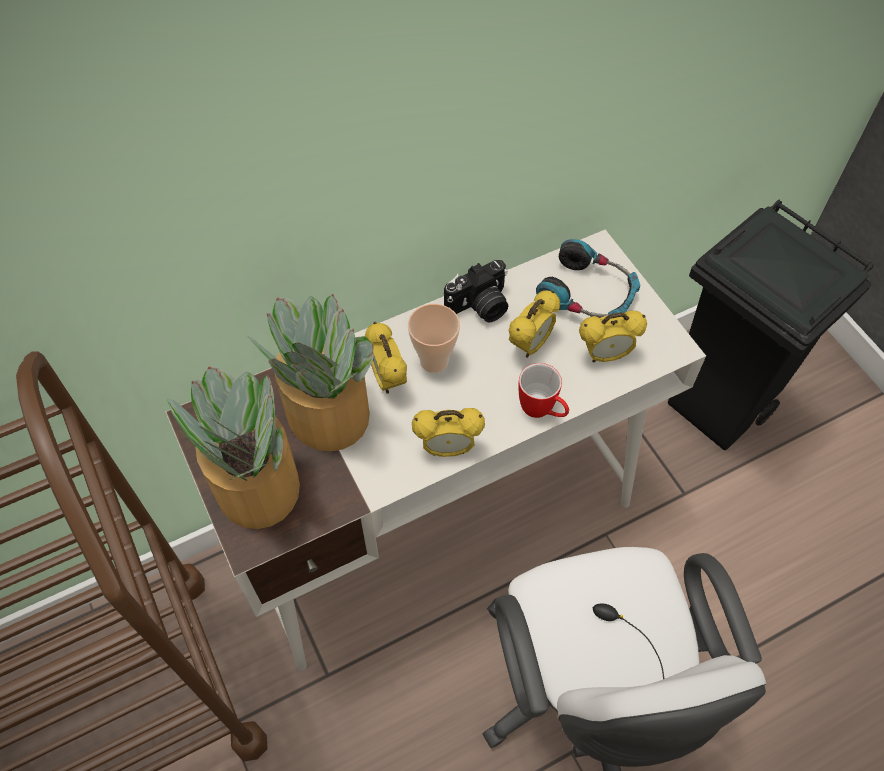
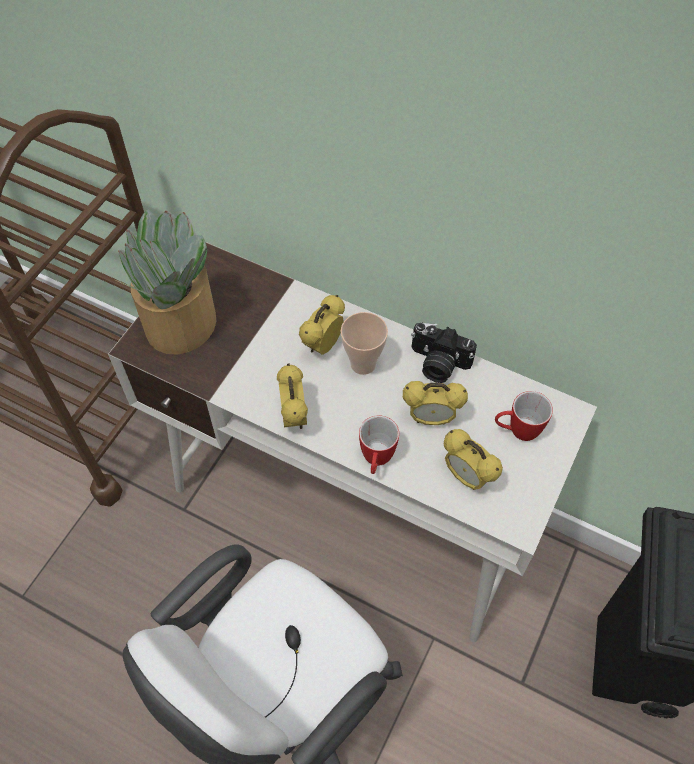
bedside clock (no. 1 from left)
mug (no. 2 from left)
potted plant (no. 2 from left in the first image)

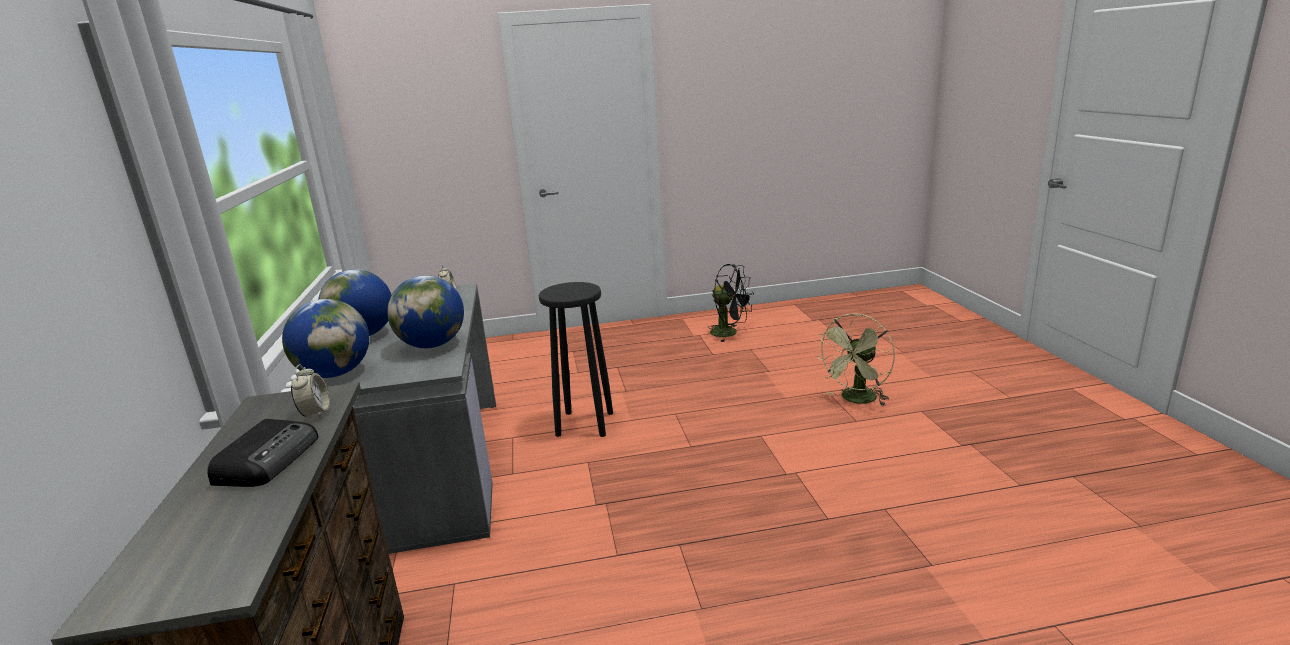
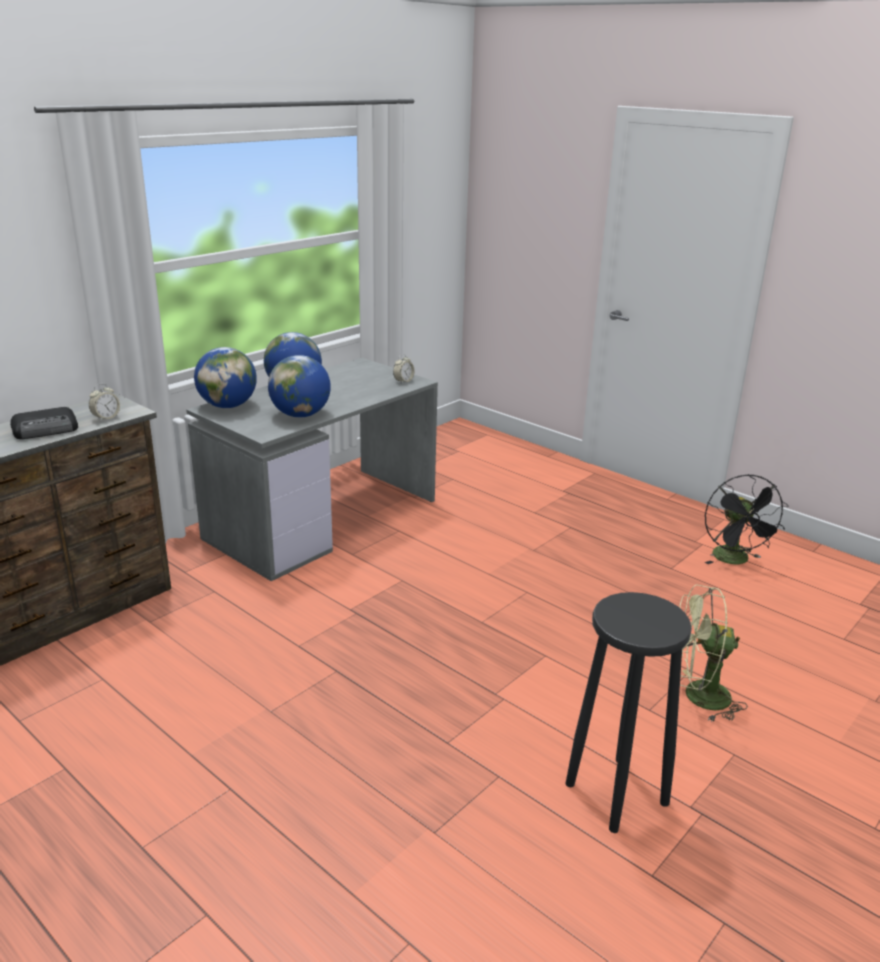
black sitting stool

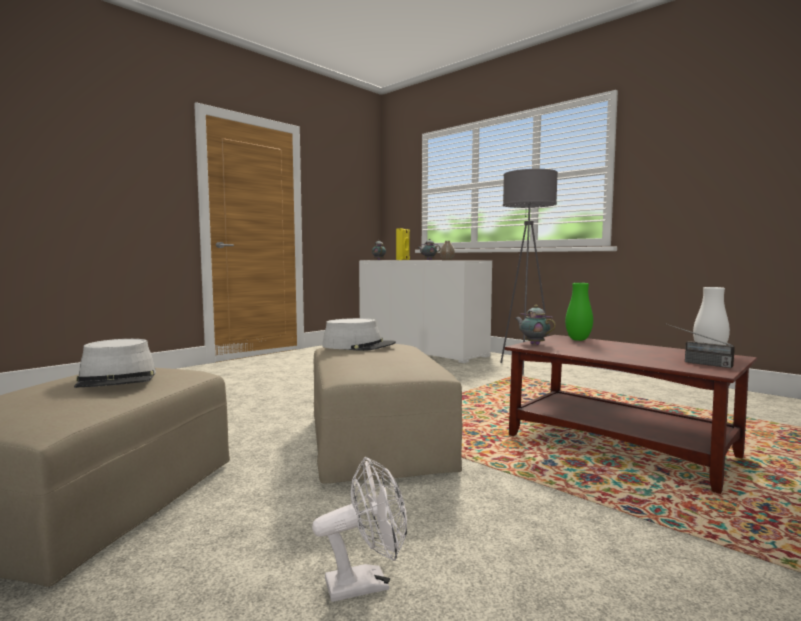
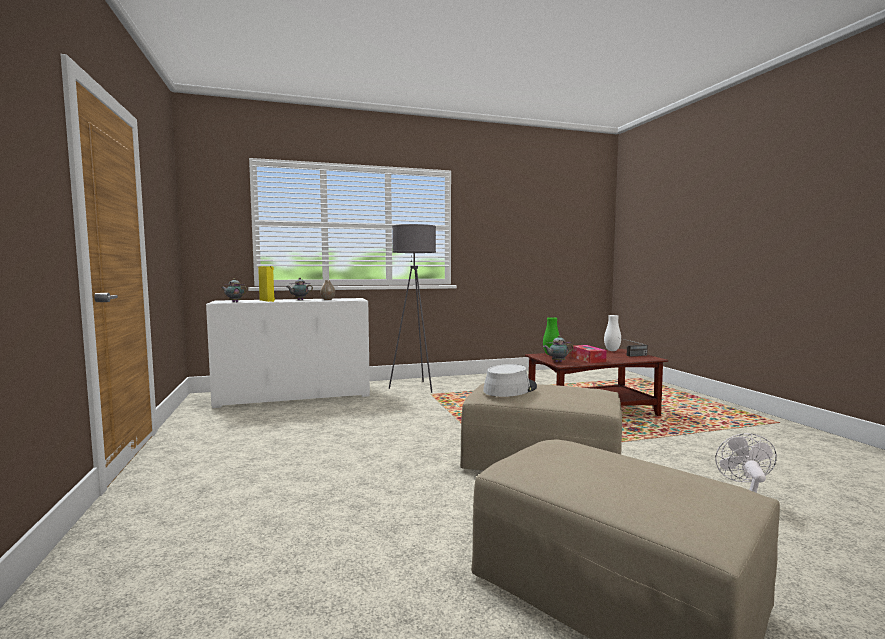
tissue holder
greyish hat (no. 1 from left in the first image)

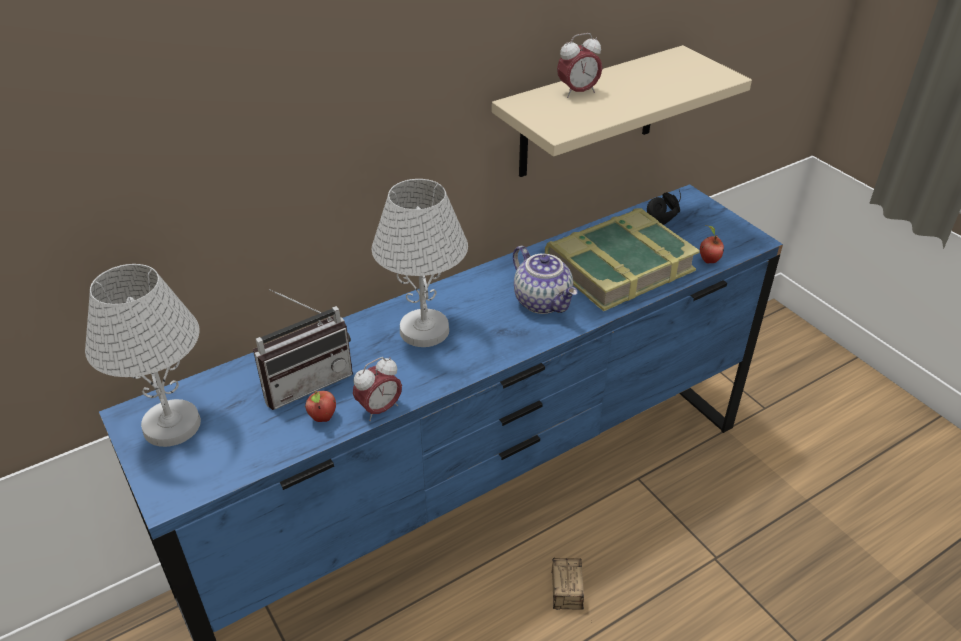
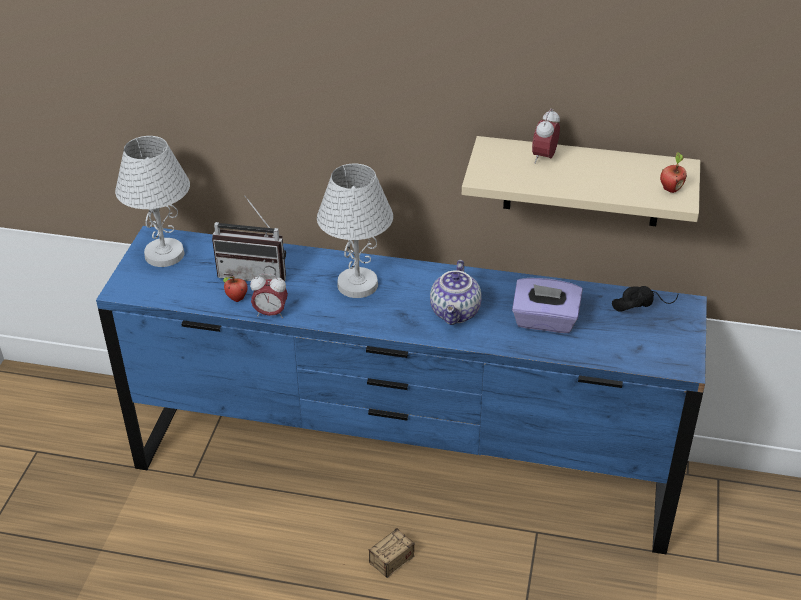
purplish tissue holder
bedside clock (no. 2 from left)
whole apple (no. 2 from left)

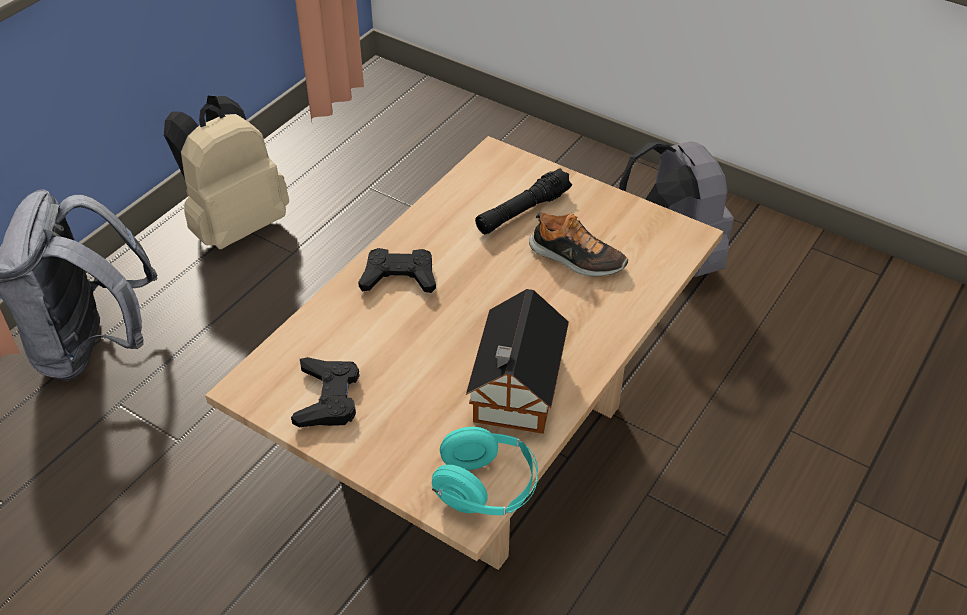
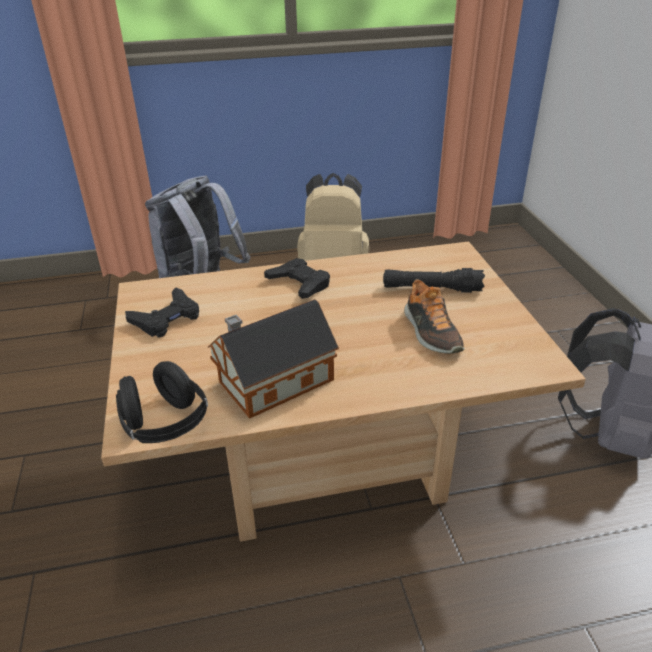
black headset

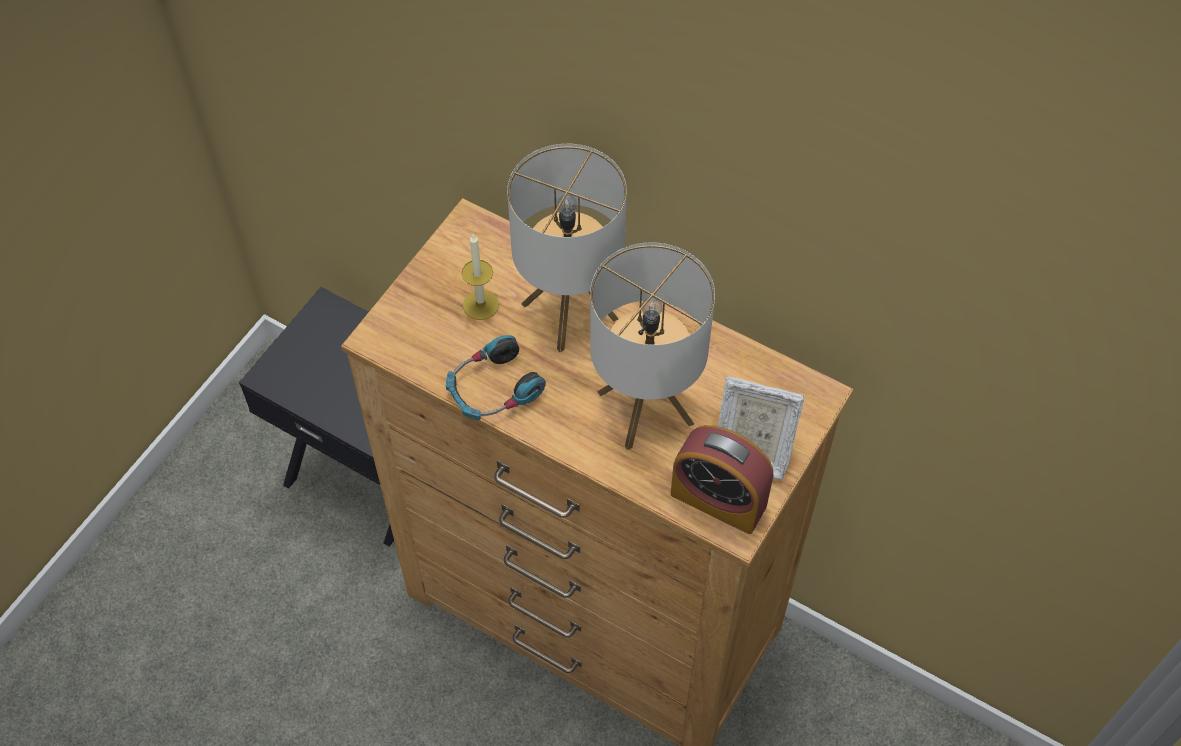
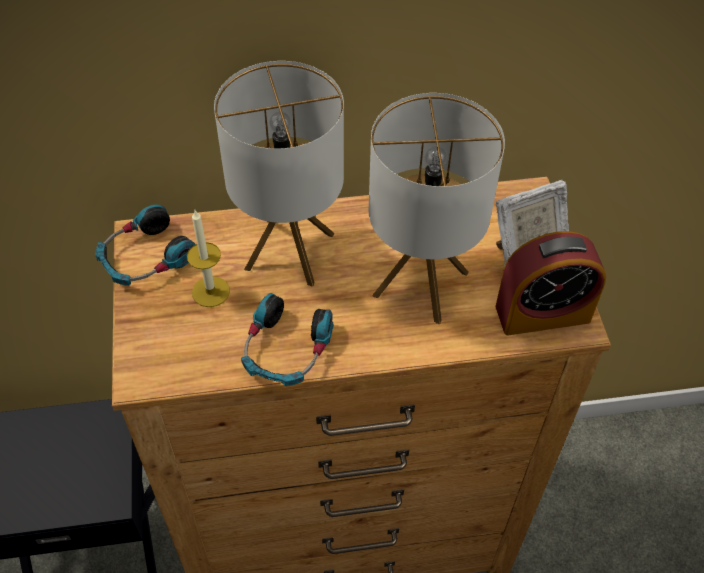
headset (no. 1 from left)

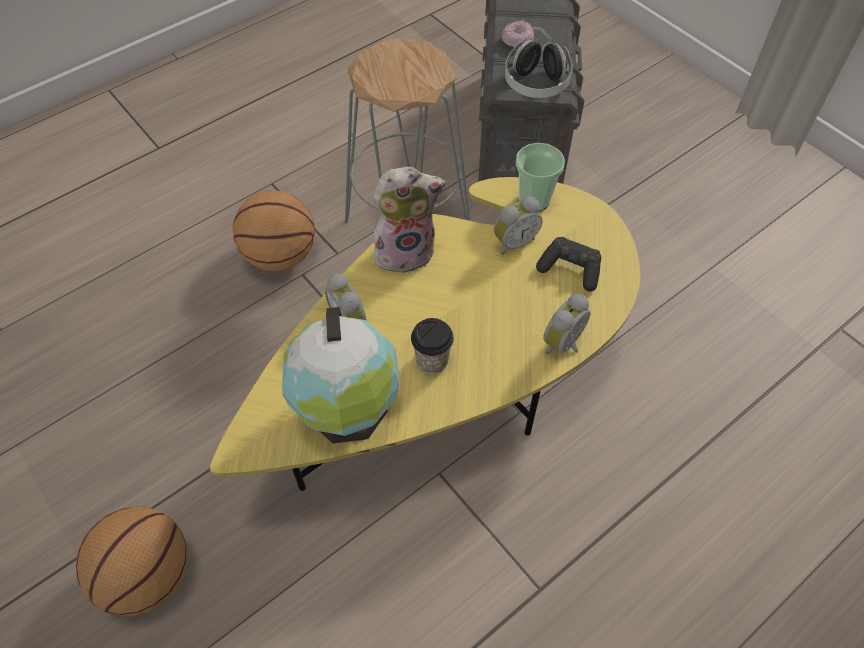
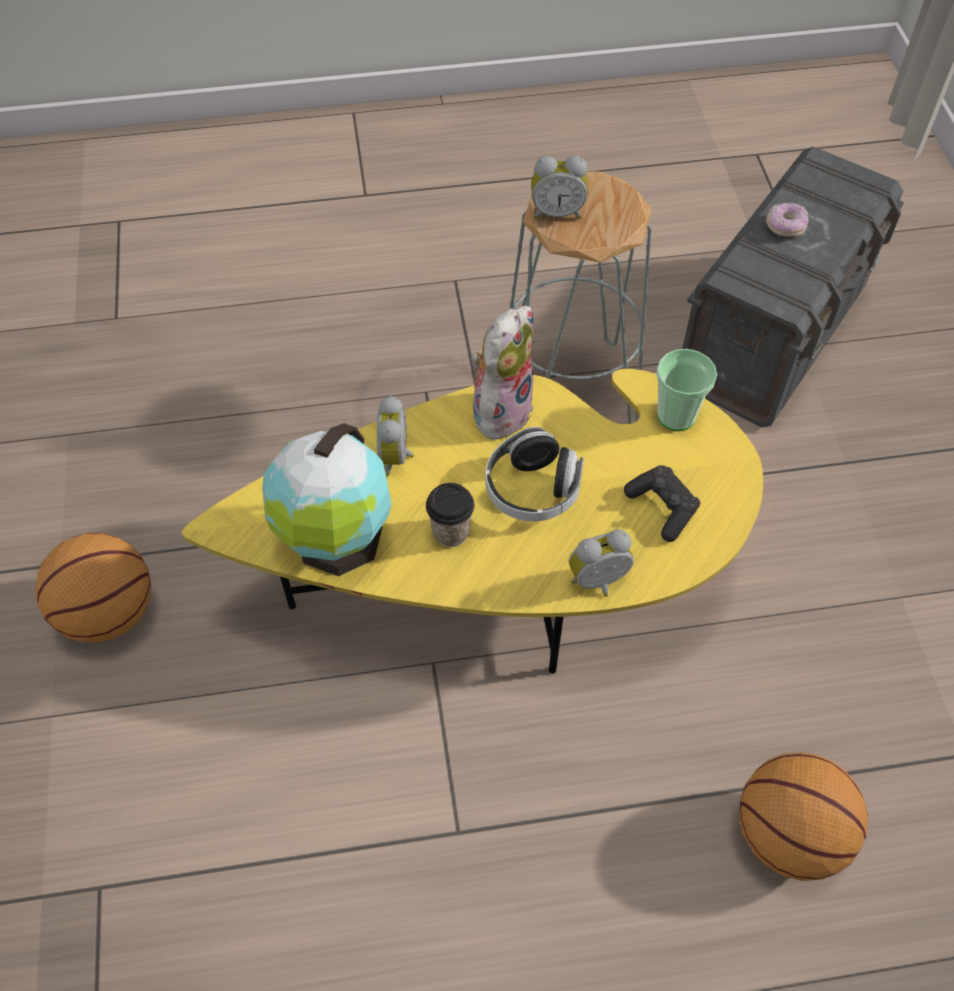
plush toy
headset
bedside clock (no. 2 from left)
basketball (no. 2 from left)

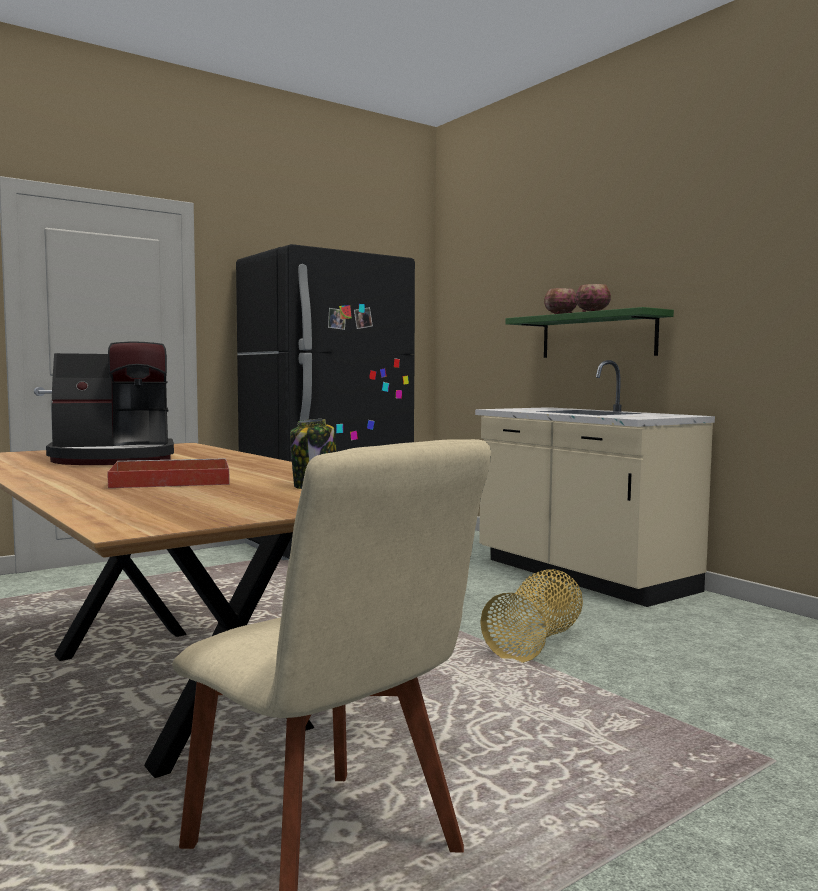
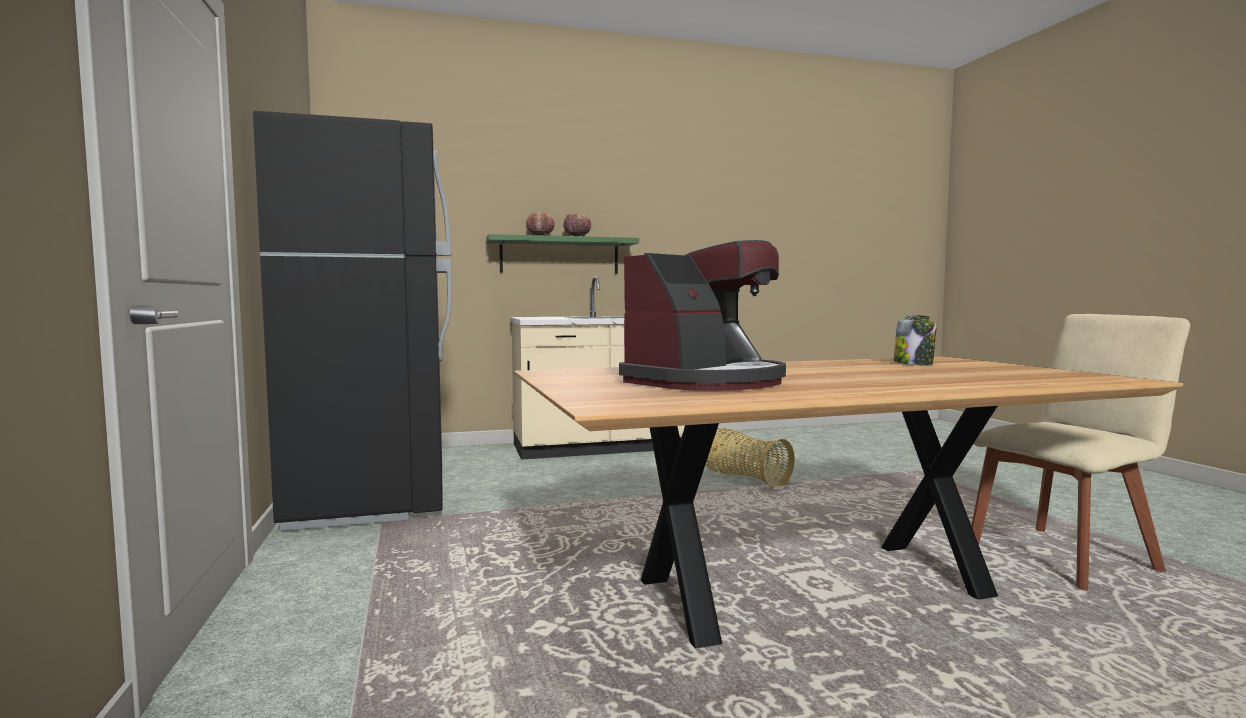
coffee maker
reddish carrying tray

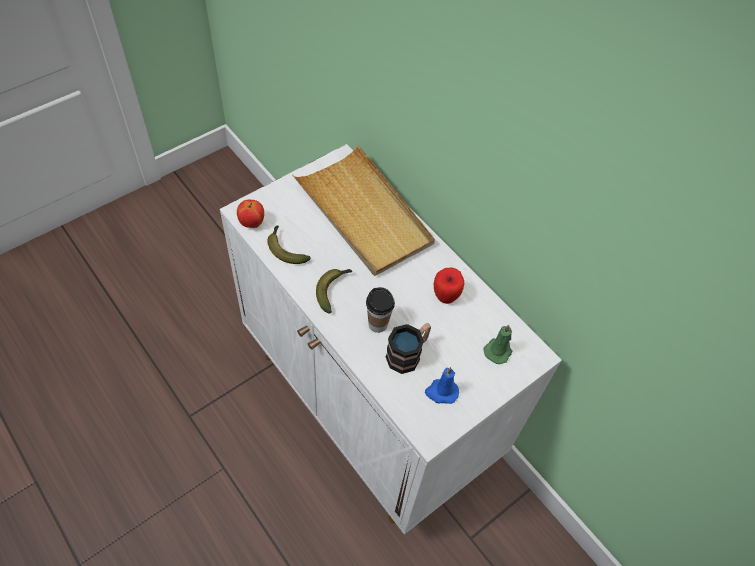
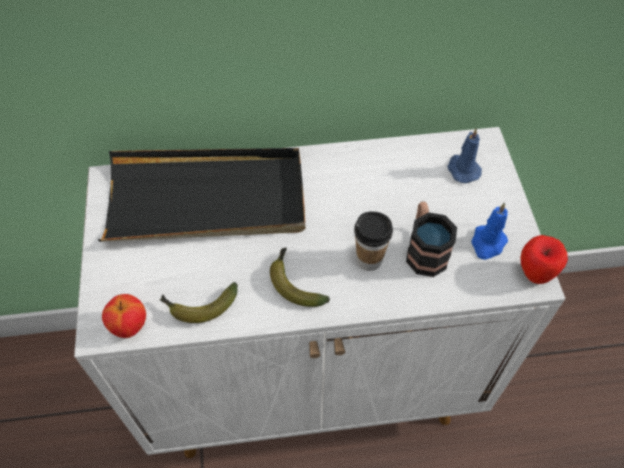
black carrying tray
bluish candle (no. 1 from left)
whole apple (no. 2 from left)

